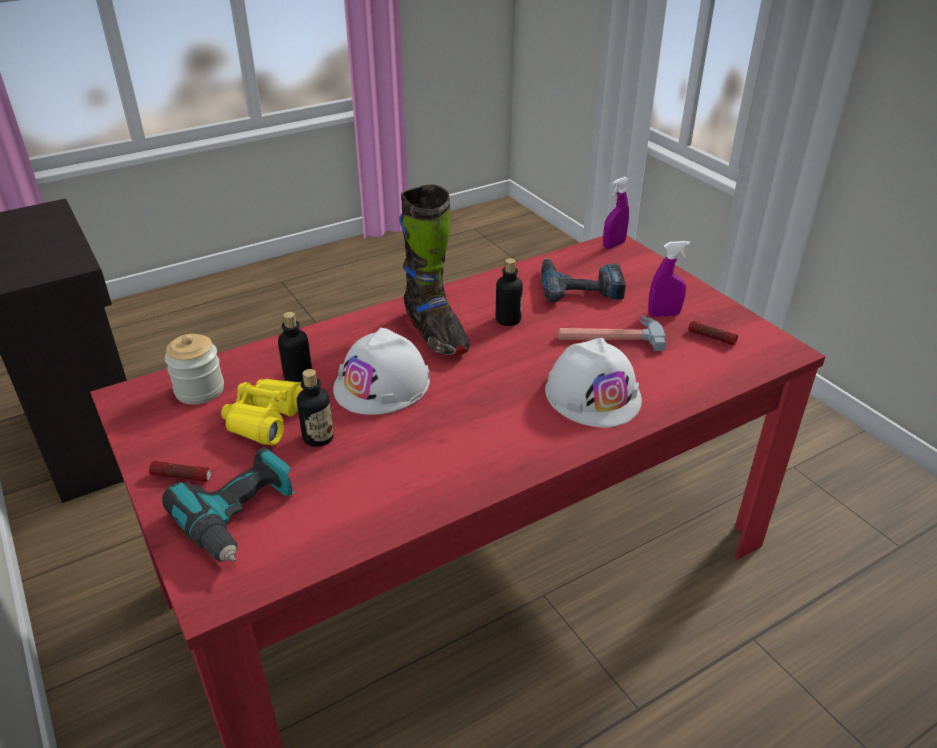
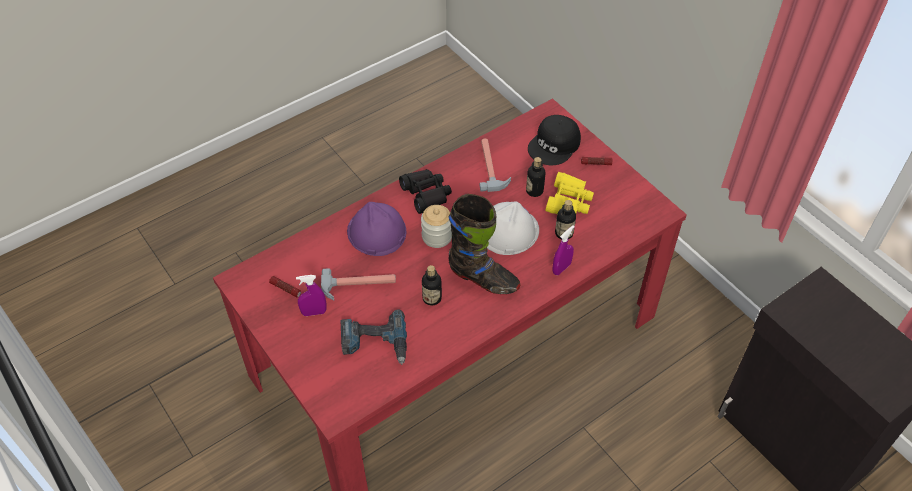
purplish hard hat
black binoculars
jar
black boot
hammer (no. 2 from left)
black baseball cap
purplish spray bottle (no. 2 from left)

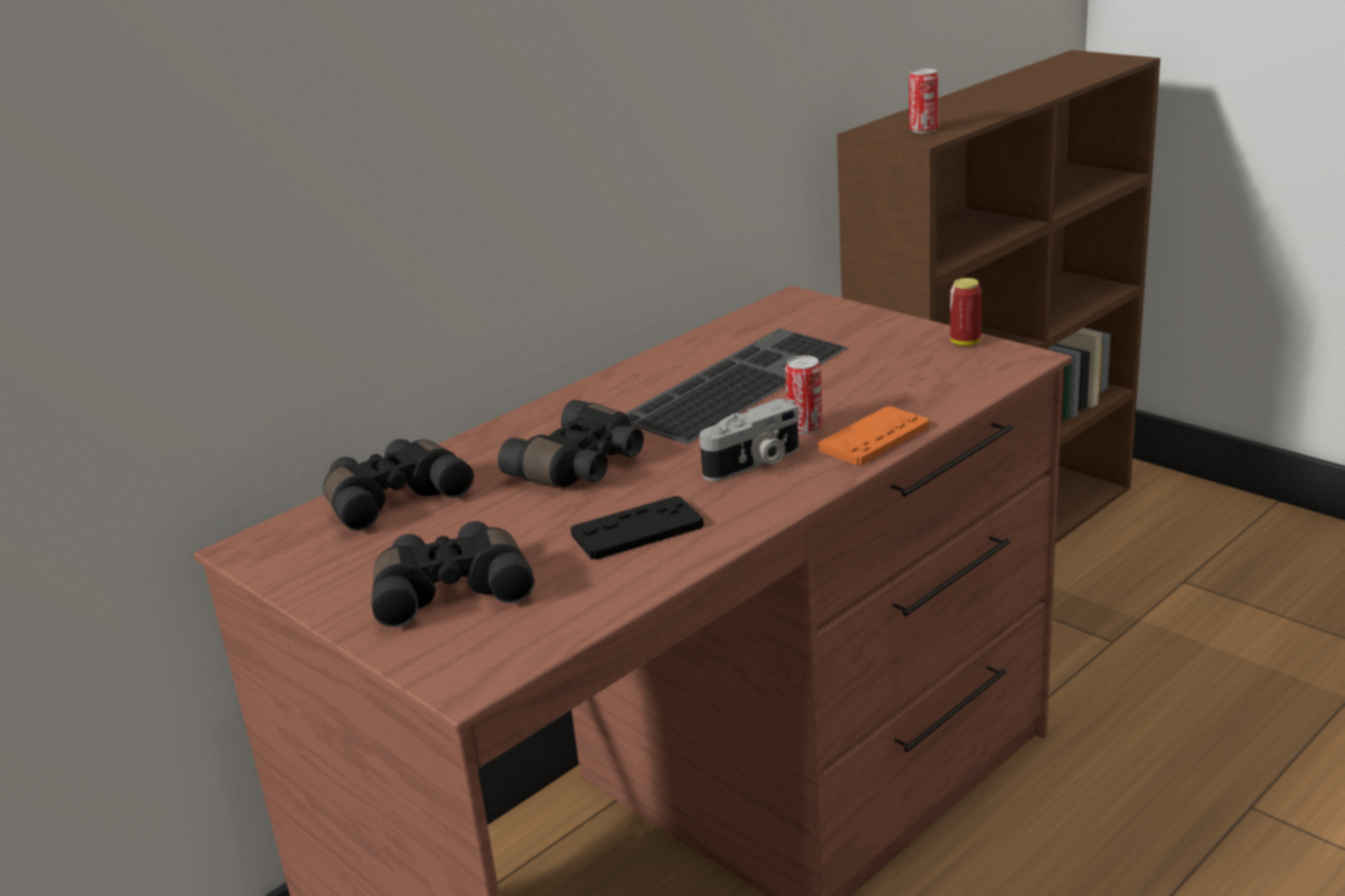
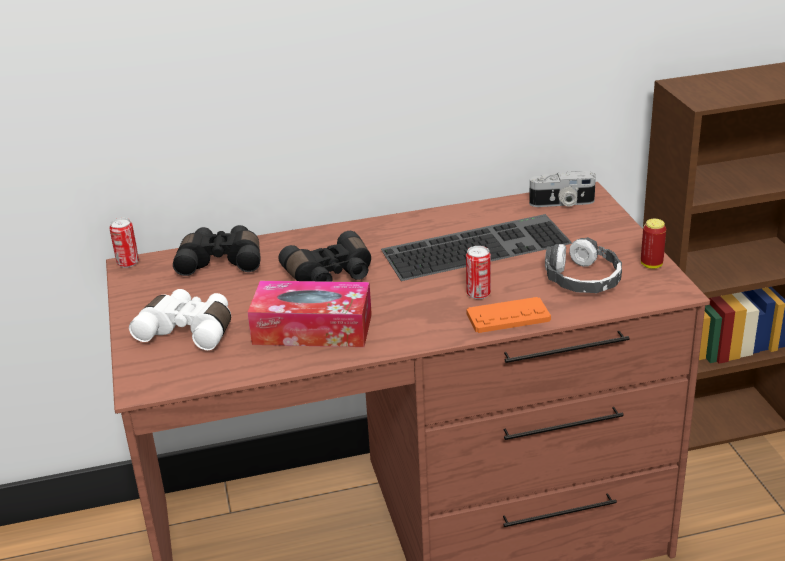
sealed can (no. 1 from left)
white binoculars
tissue holder
photo camera
headset

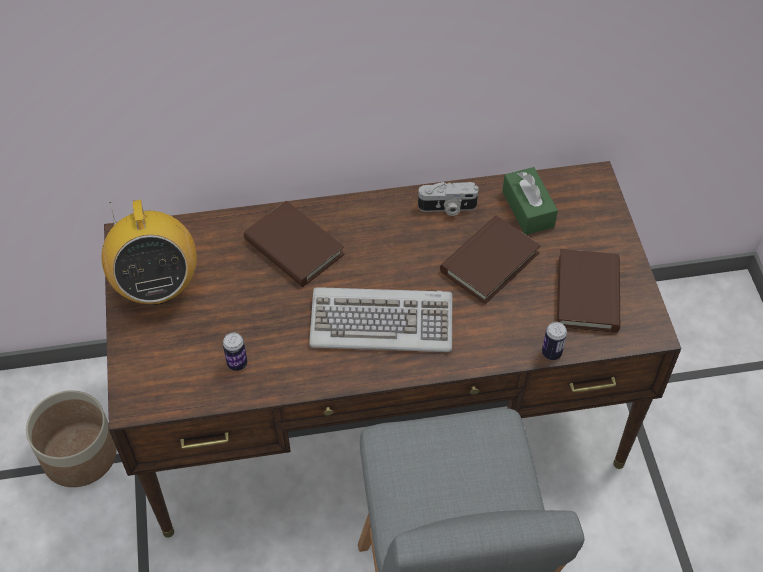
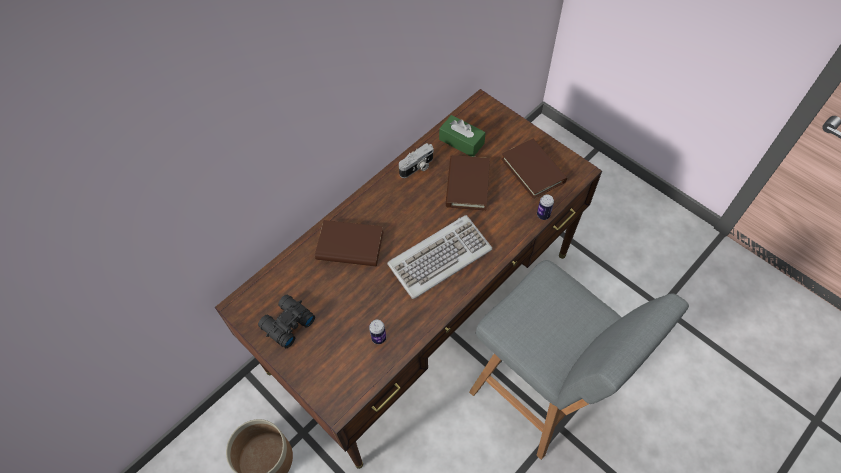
black binoculars

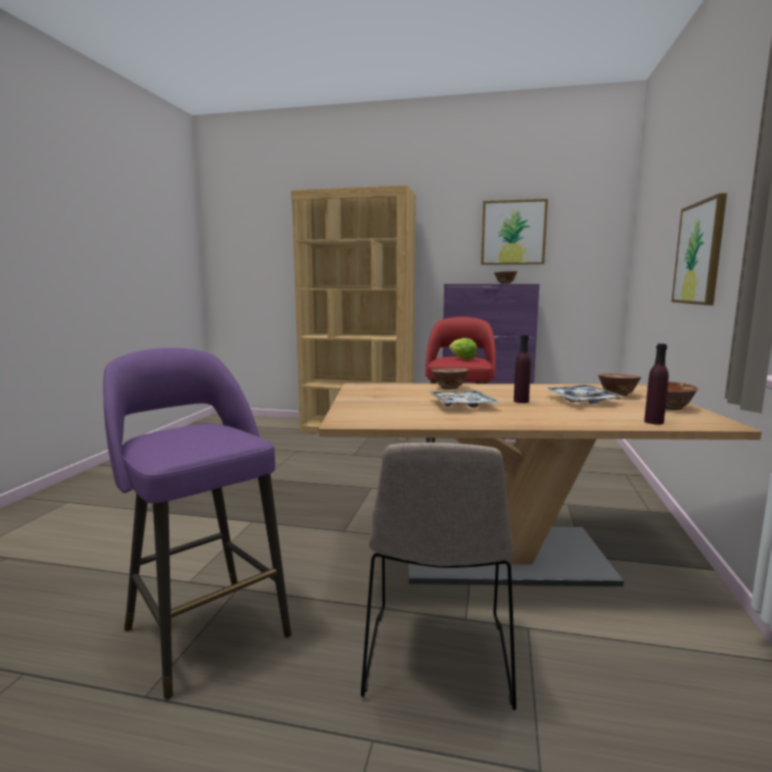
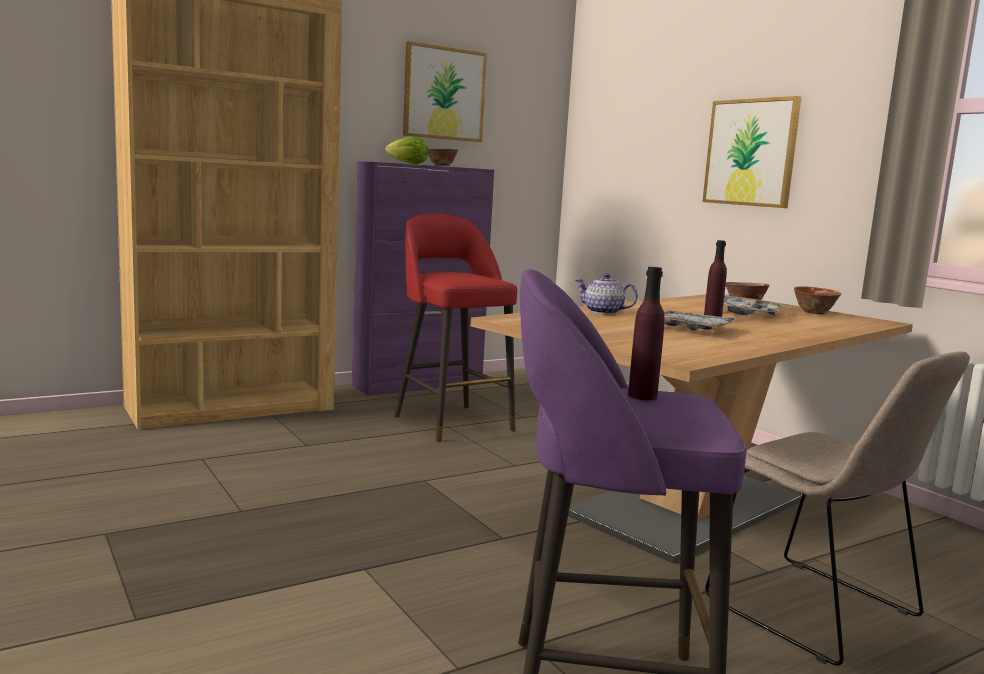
lettuce head
pot for tea
purplish drink bottle (no. 1 from left)

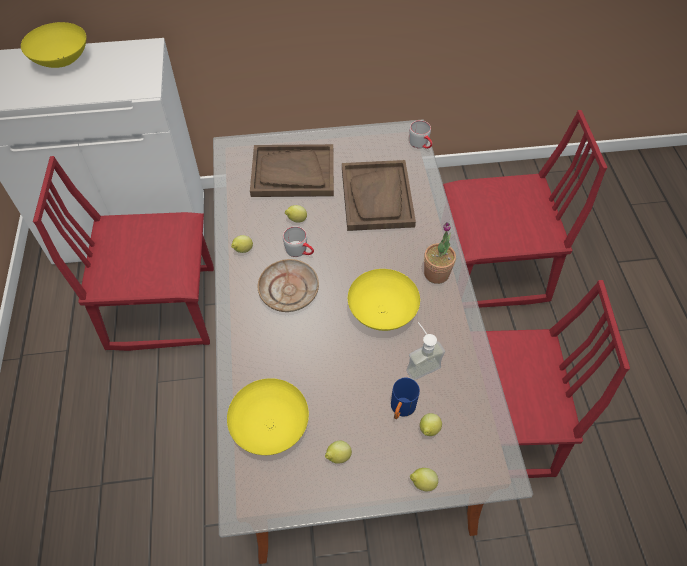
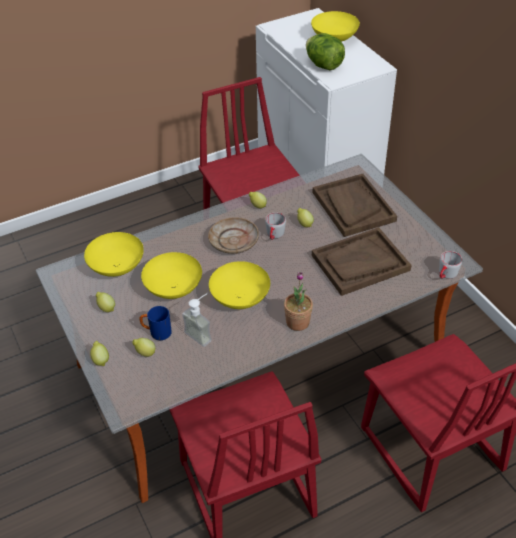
yellowish serving bowl (no. 2 from left)
lettuce head

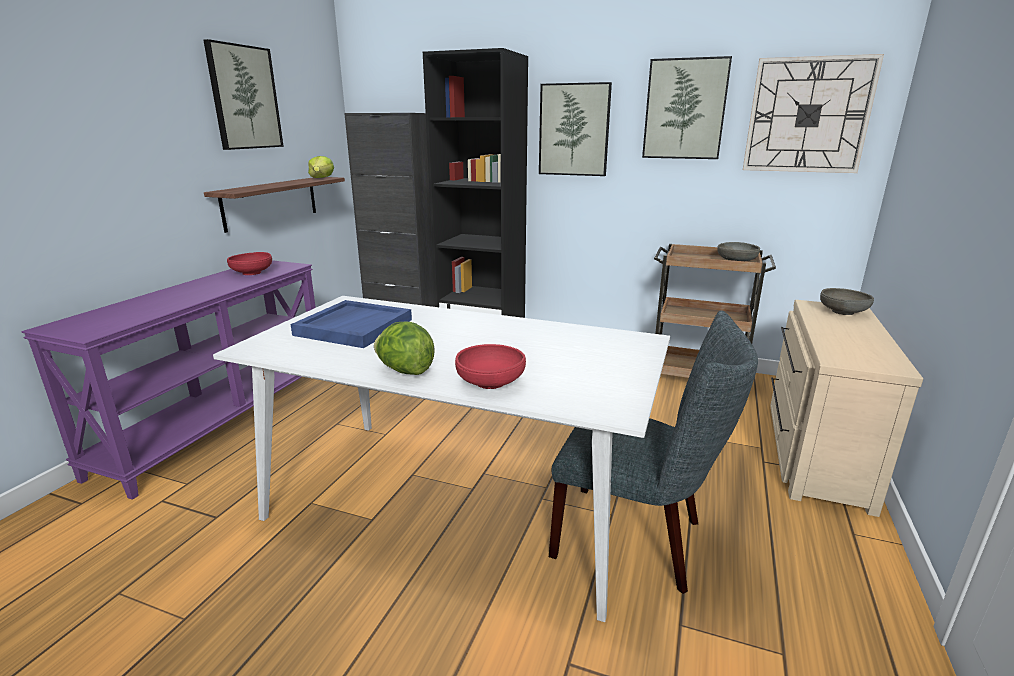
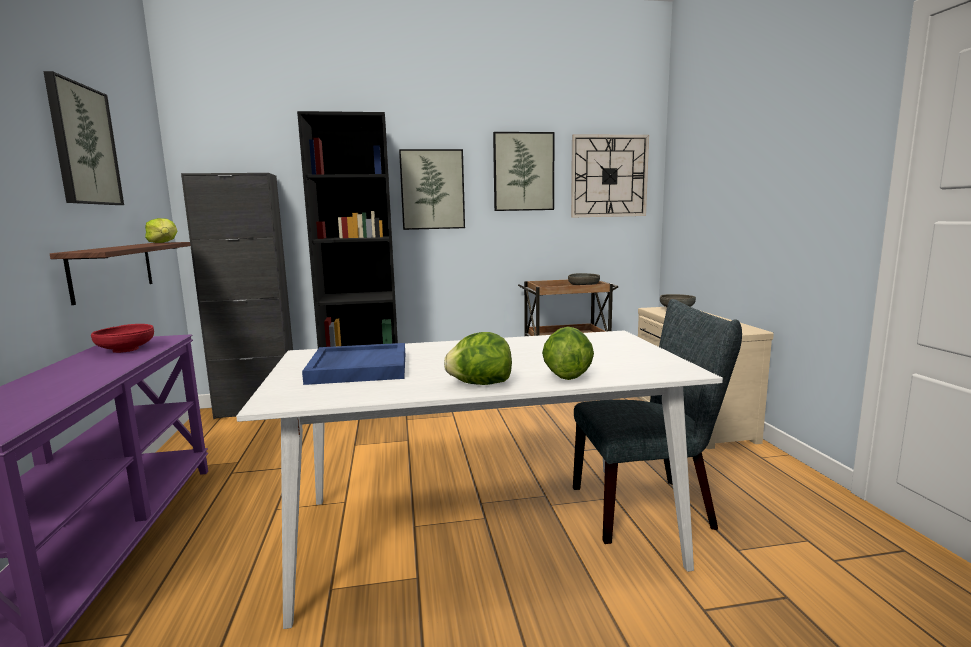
lettuce head (no. 3 from left)

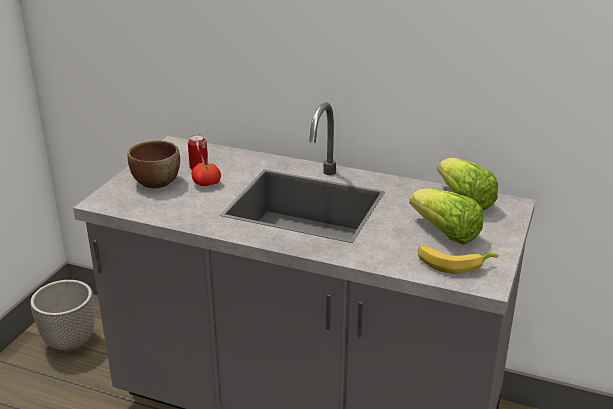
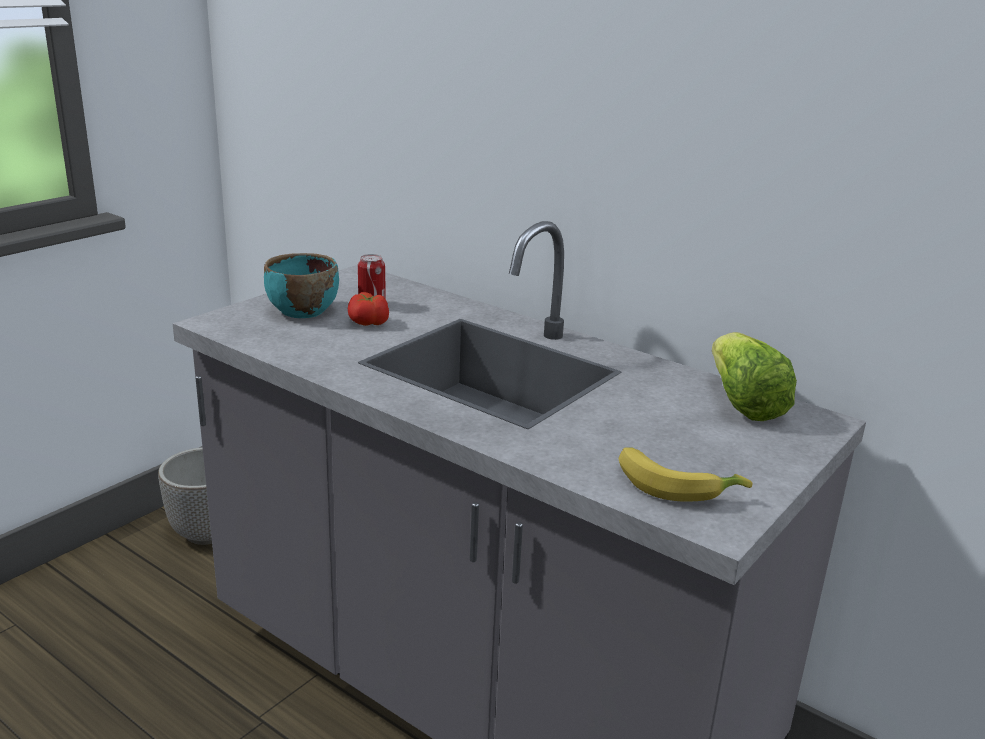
blue-green serving bowl
lettuce head (no. 1 from left in the first image)

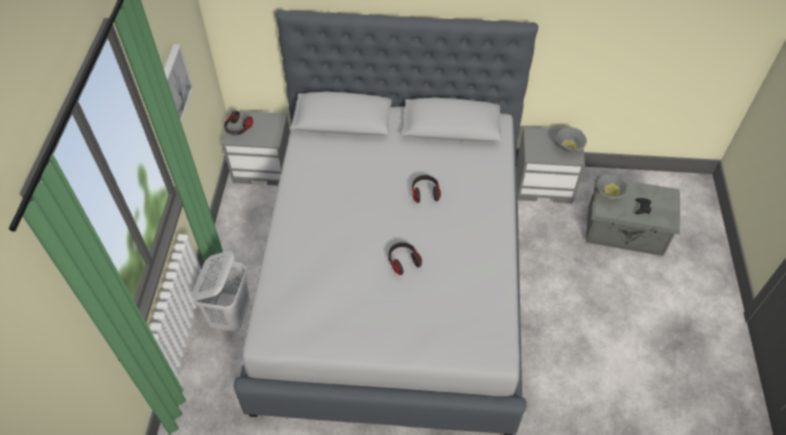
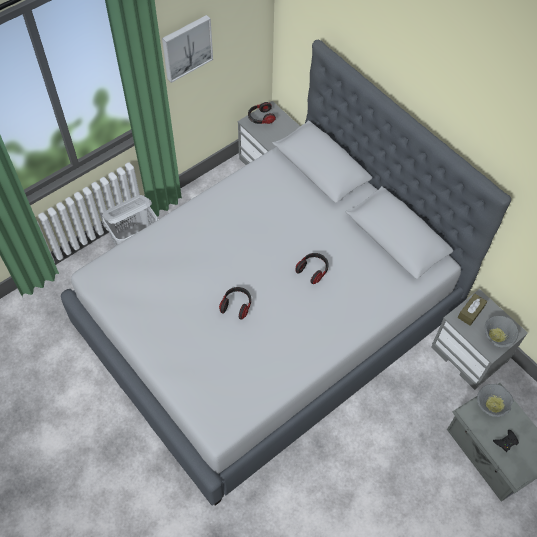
brown-coloured tissue holder

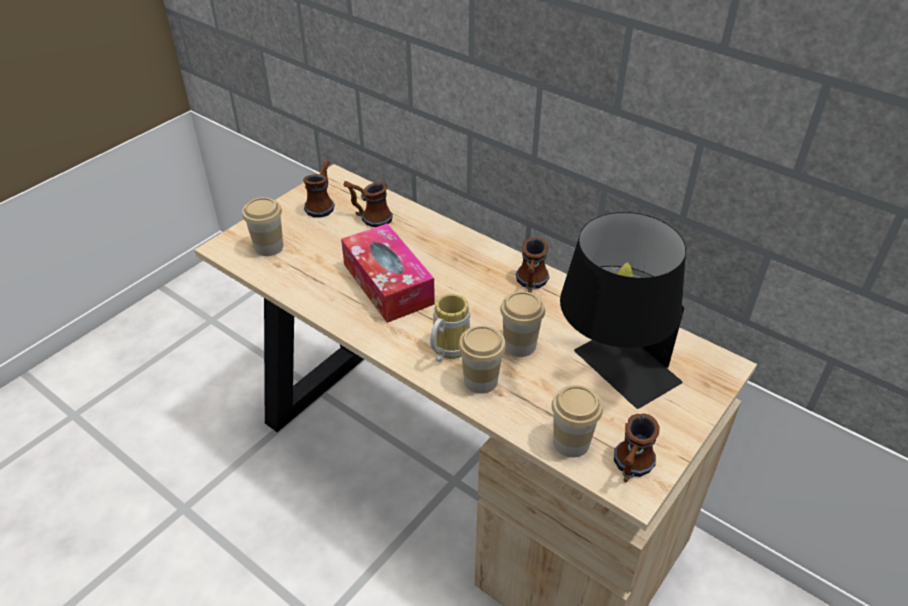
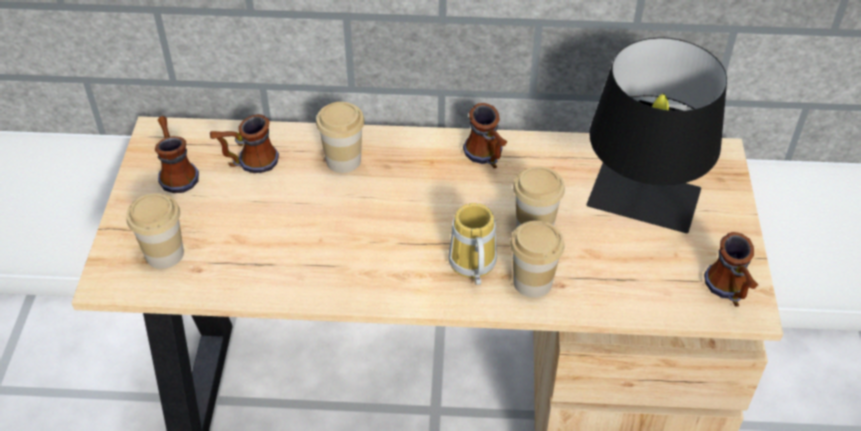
cup (no. 2 from left)
tissue holder

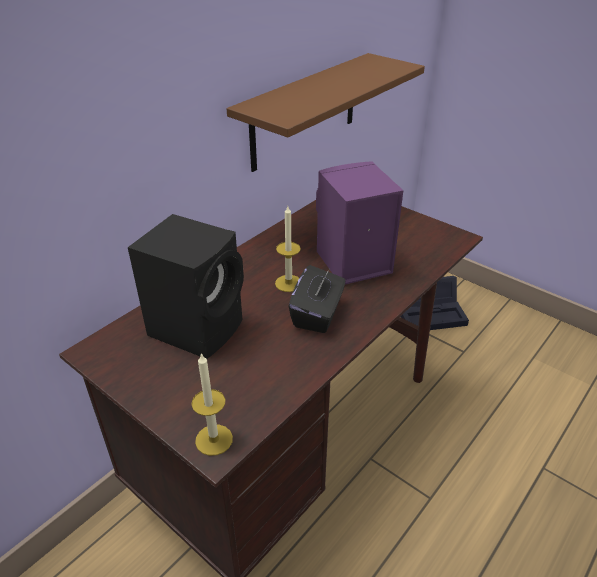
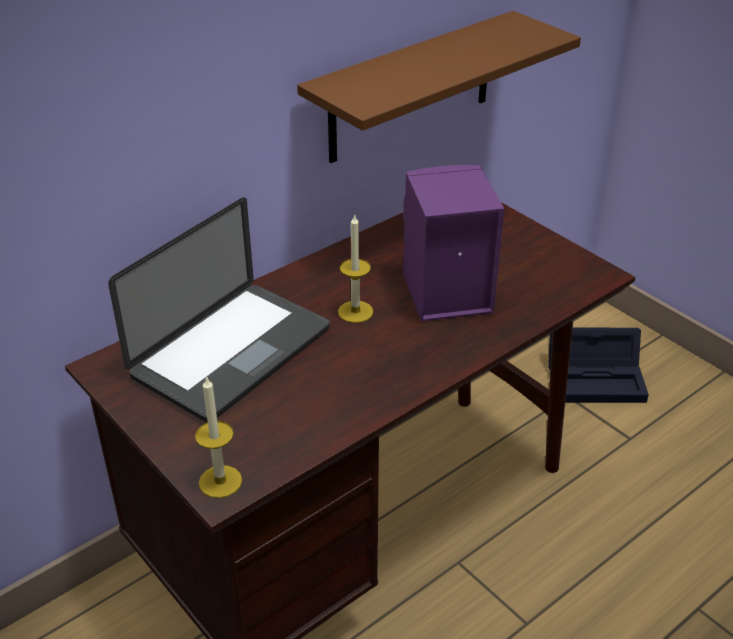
laptop
black tissue holder

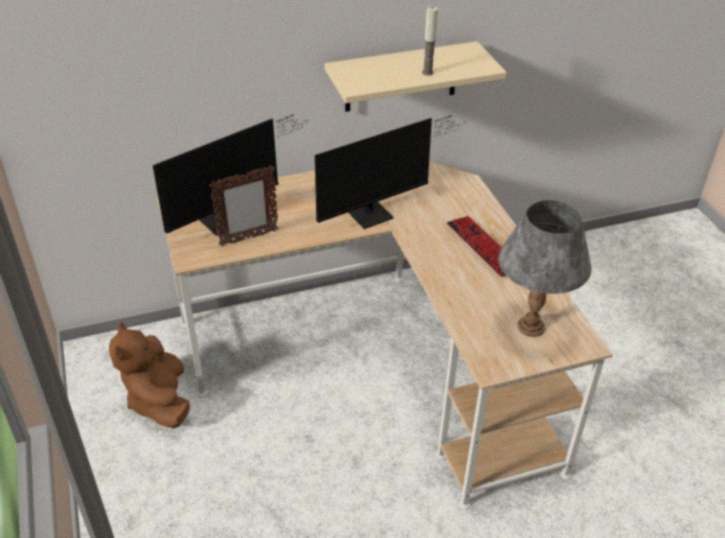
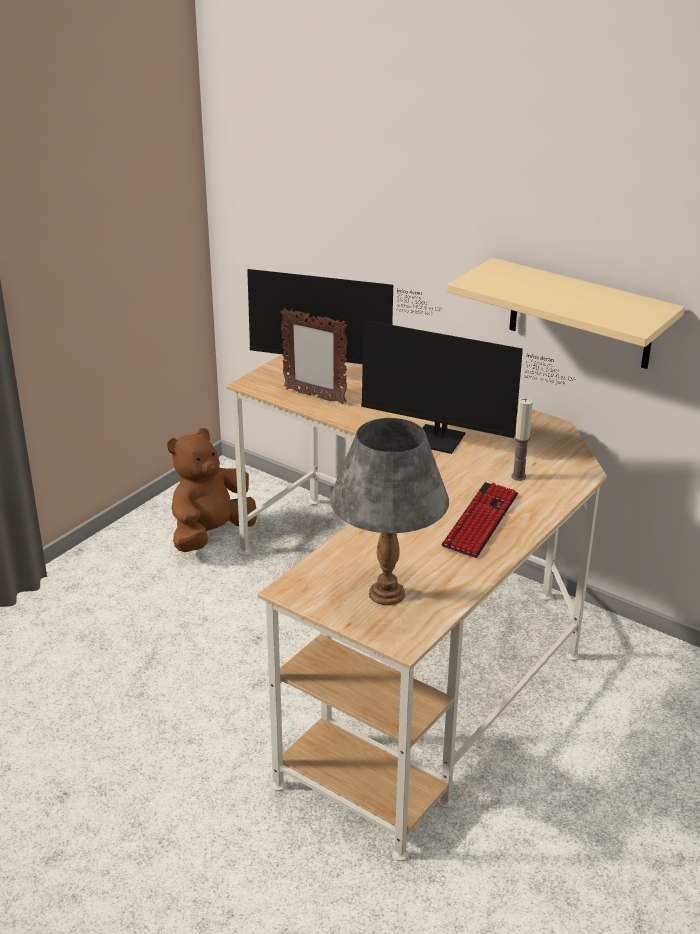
candle

